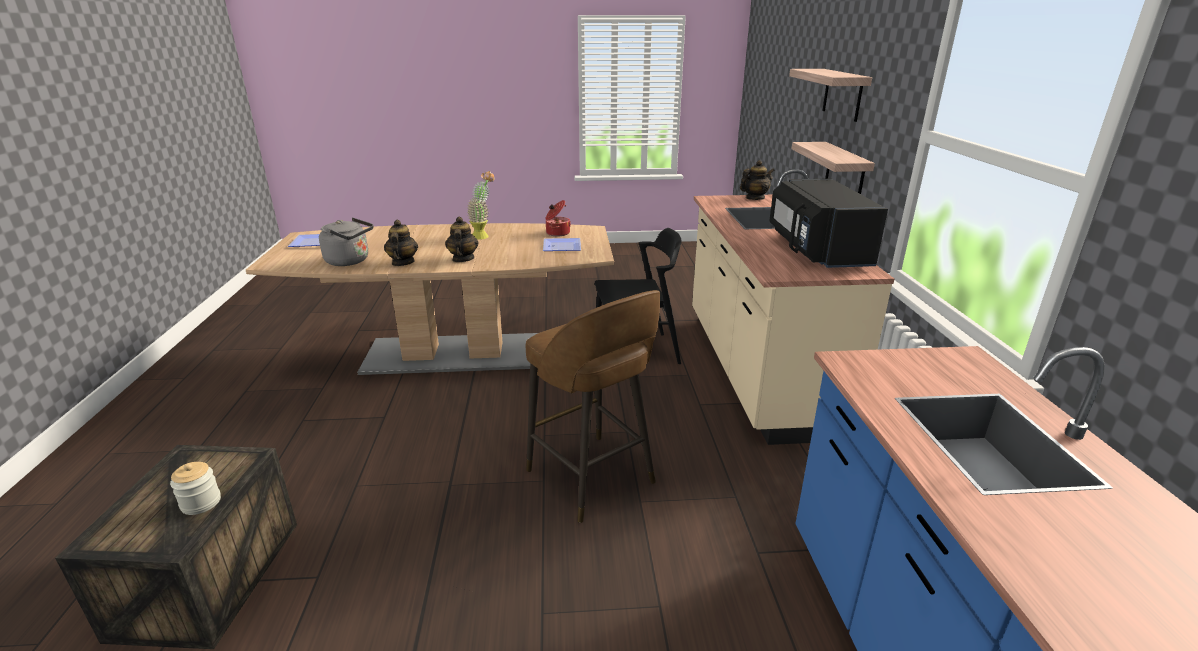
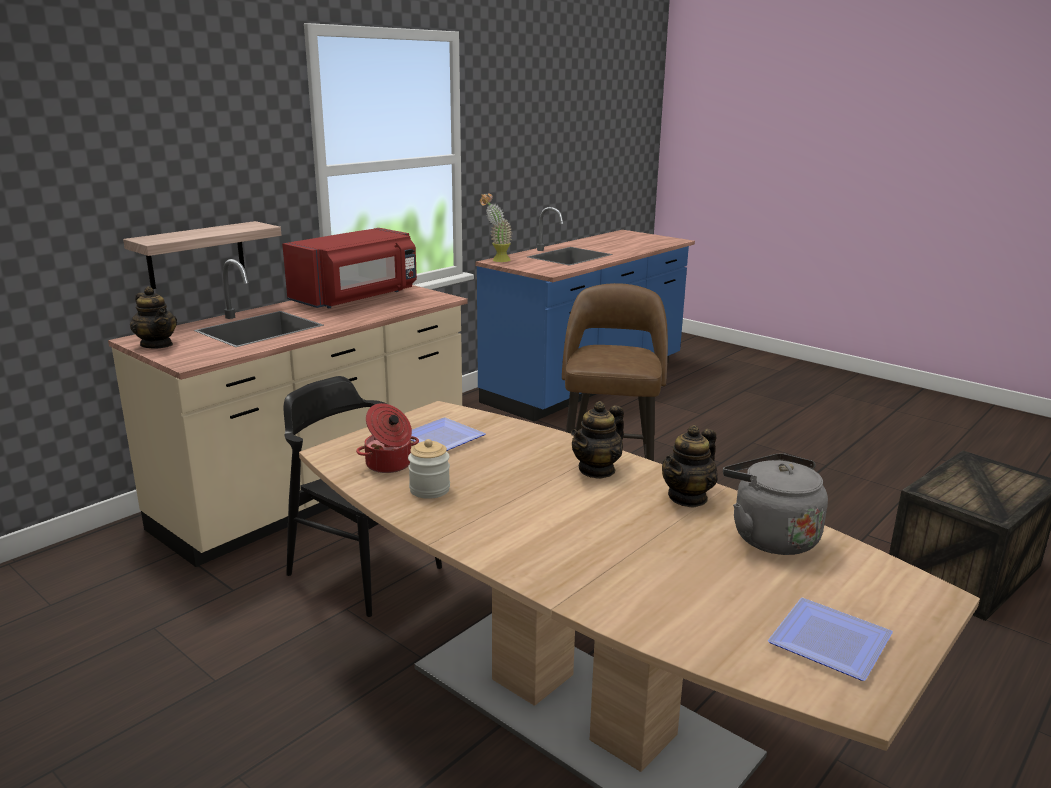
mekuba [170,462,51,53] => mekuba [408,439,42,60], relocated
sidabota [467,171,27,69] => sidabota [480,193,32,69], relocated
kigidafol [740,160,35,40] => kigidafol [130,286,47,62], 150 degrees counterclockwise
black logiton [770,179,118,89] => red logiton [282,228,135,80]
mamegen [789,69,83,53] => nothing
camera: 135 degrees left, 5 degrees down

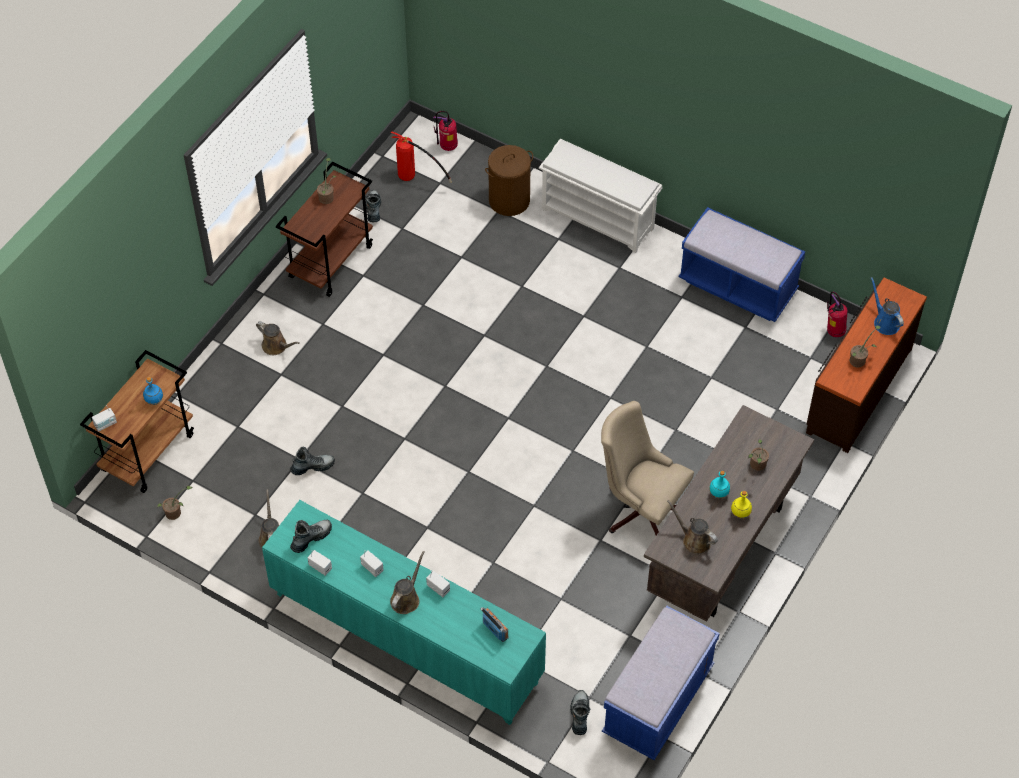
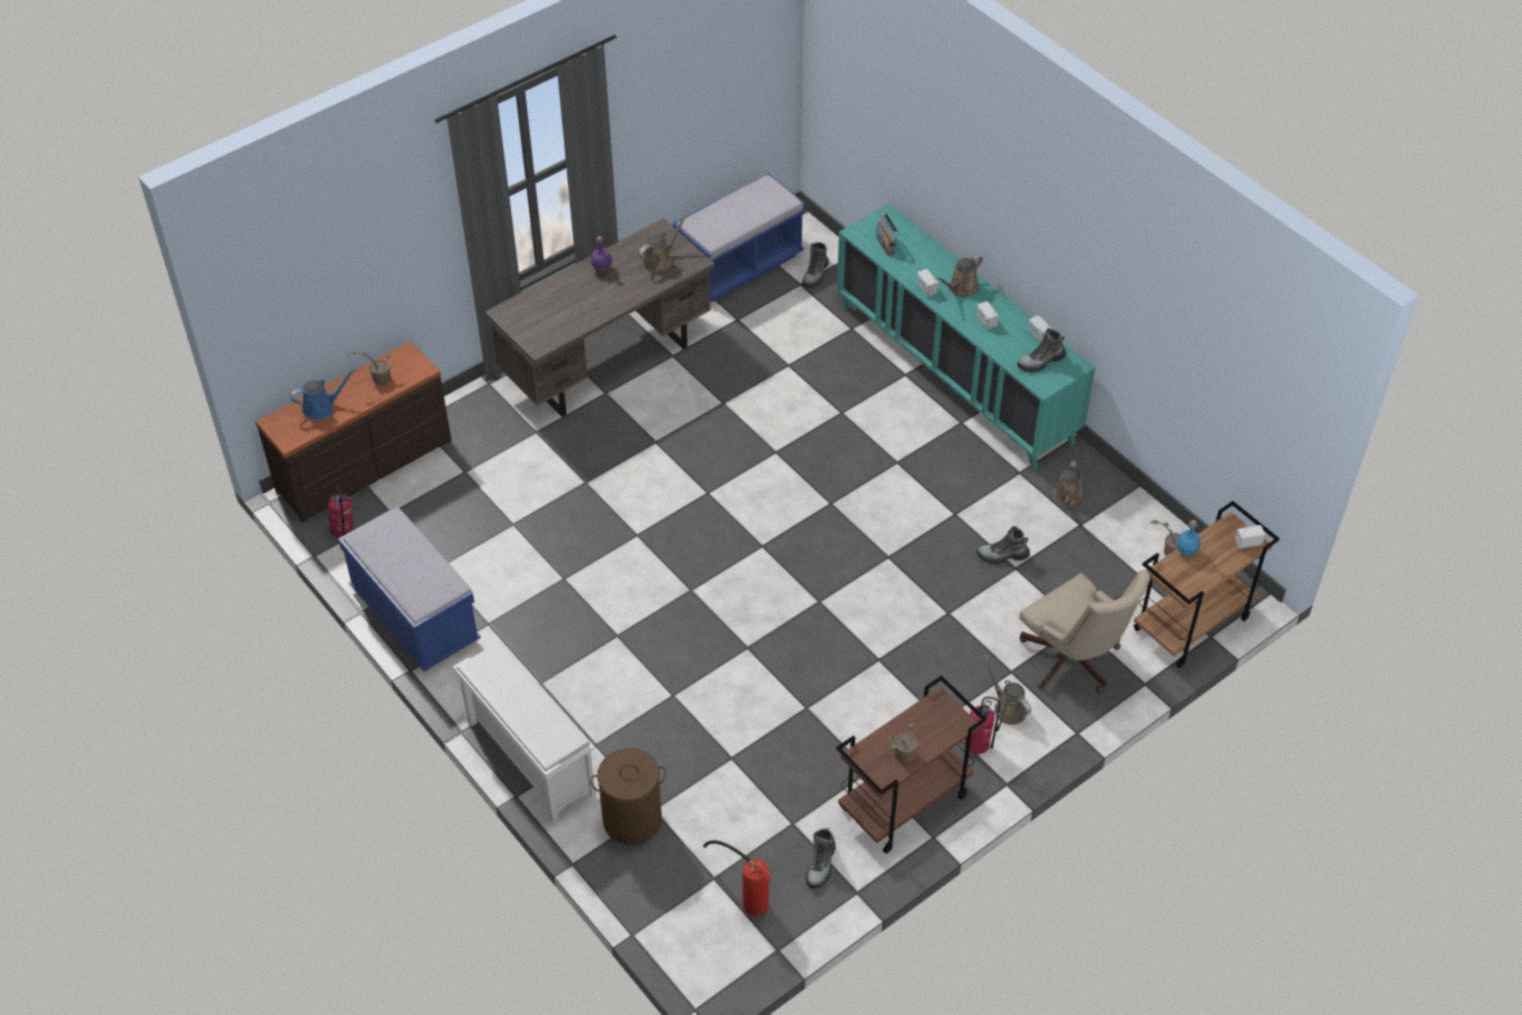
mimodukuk [433,111,25,40] => mimodukuk [964,697,39,57], relocated
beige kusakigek [601,401,93,134] => beige kusakigek [1020,570,130,123], relocated
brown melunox [667,500,51,54] => brown melunox [638,215,49,58], 105 degrees counterclockwise
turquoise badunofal [709,471,21,27] => nothing
yellow badunofal [731,491,21,28] => purple badunofal [591,236,21,37]
sidabota [748,439,21,32] => nothing
blue melunox [871,277,33,58] => blue melunox [290,369,66,51], 105 degrees counterclockwise
camera: 160 degrees left, 5 degrees down

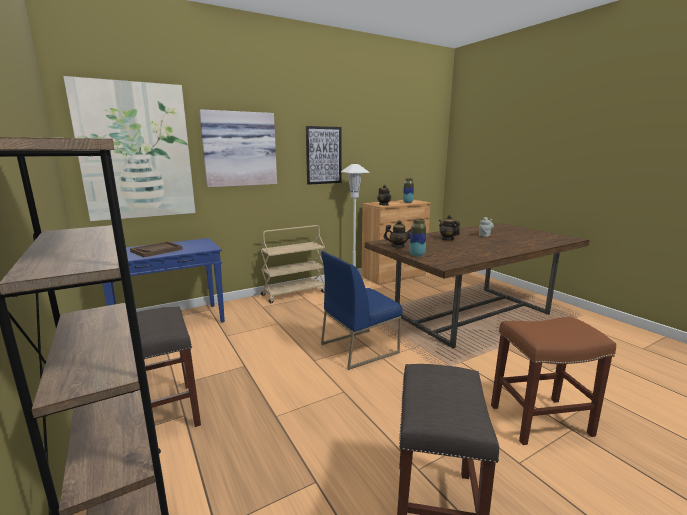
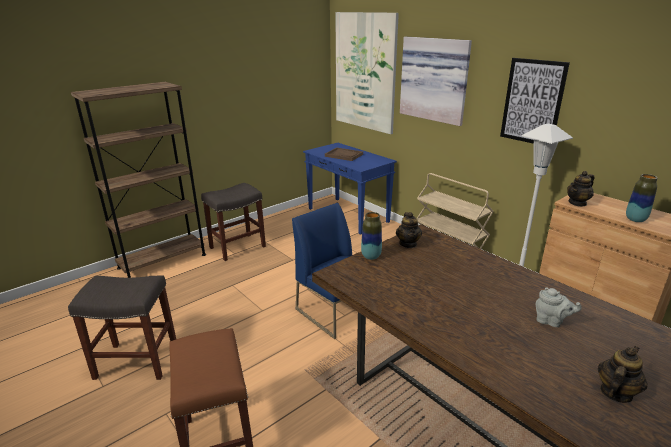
kigidafol [439,215,21,26] => kigidafol [598,346,50,57], relocated
camera: 80 degrees right, 10 degrees up

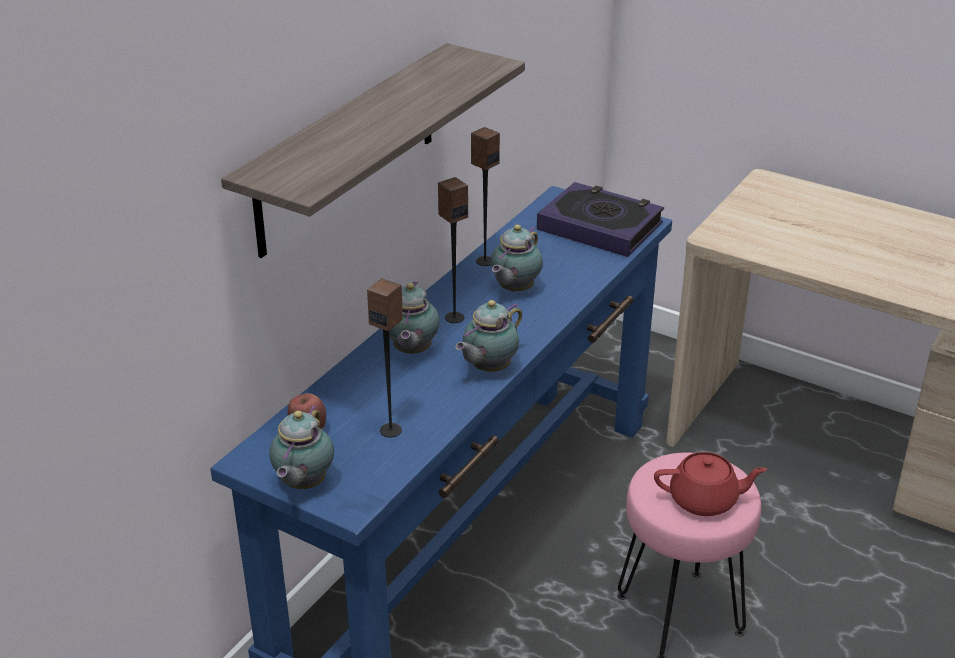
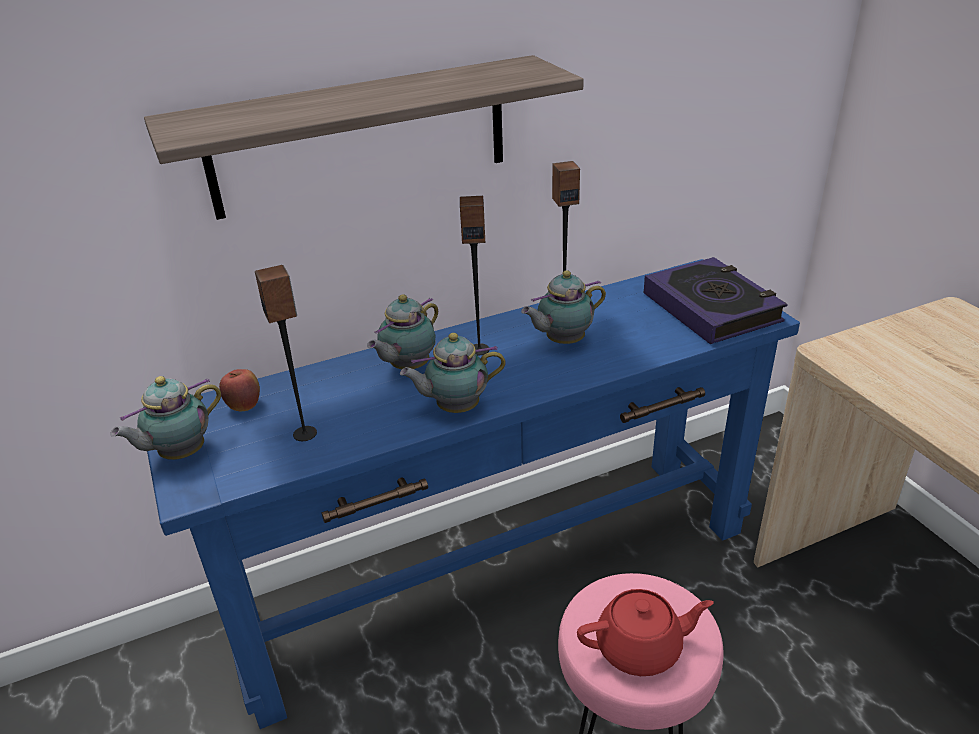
red kigidafol [654,452,113,64] => red kigidafol [577,589,137,87], 45 degrees counterclockwise
camera: 35 degrees right, 0 degrees up

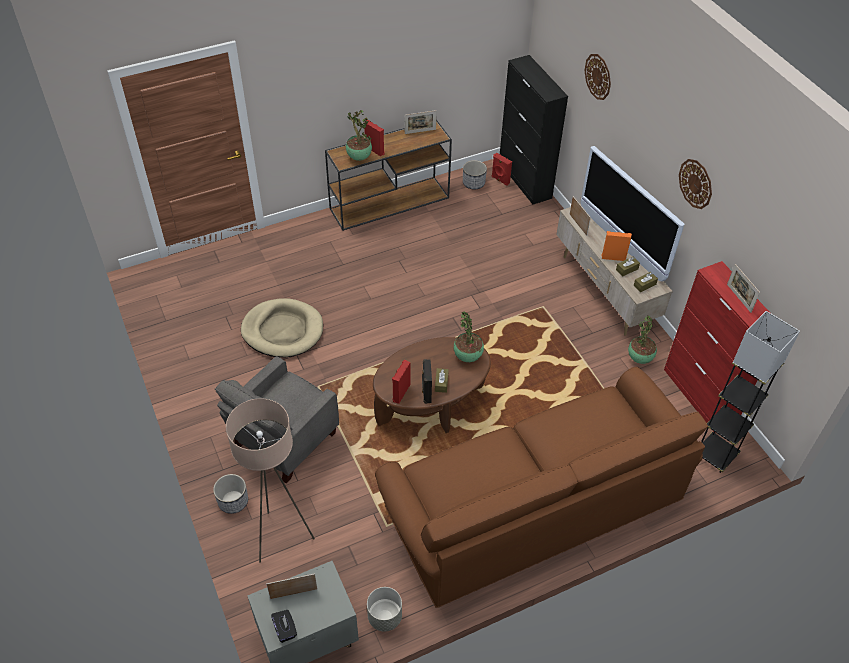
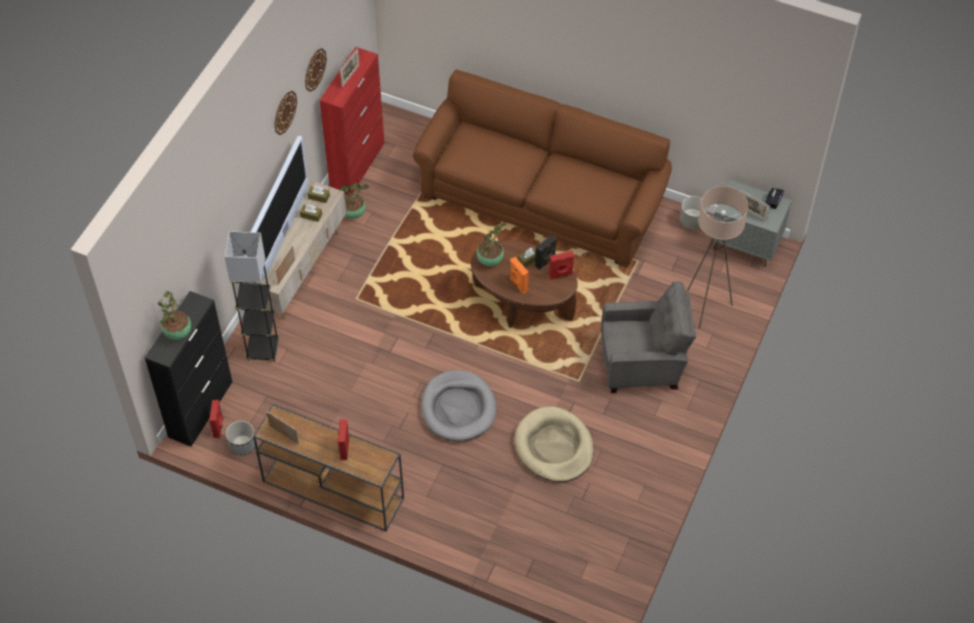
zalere [213,474,35,40] => nothing
sidabota [346,110,26,51] => sidabota [158,291,33,49], relocated
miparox [584,54,27,46] => miparox [305,48,22,44], relocated
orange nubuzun [602,231,30,30] => orange nubuzun [510,257,19,37], relocated
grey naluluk [701,311,99,162] => grey naluluk [225,231,54,131], relocated
nothing => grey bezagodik [421,370,75,71]
camera: 130 degrees left, 5 degrees up

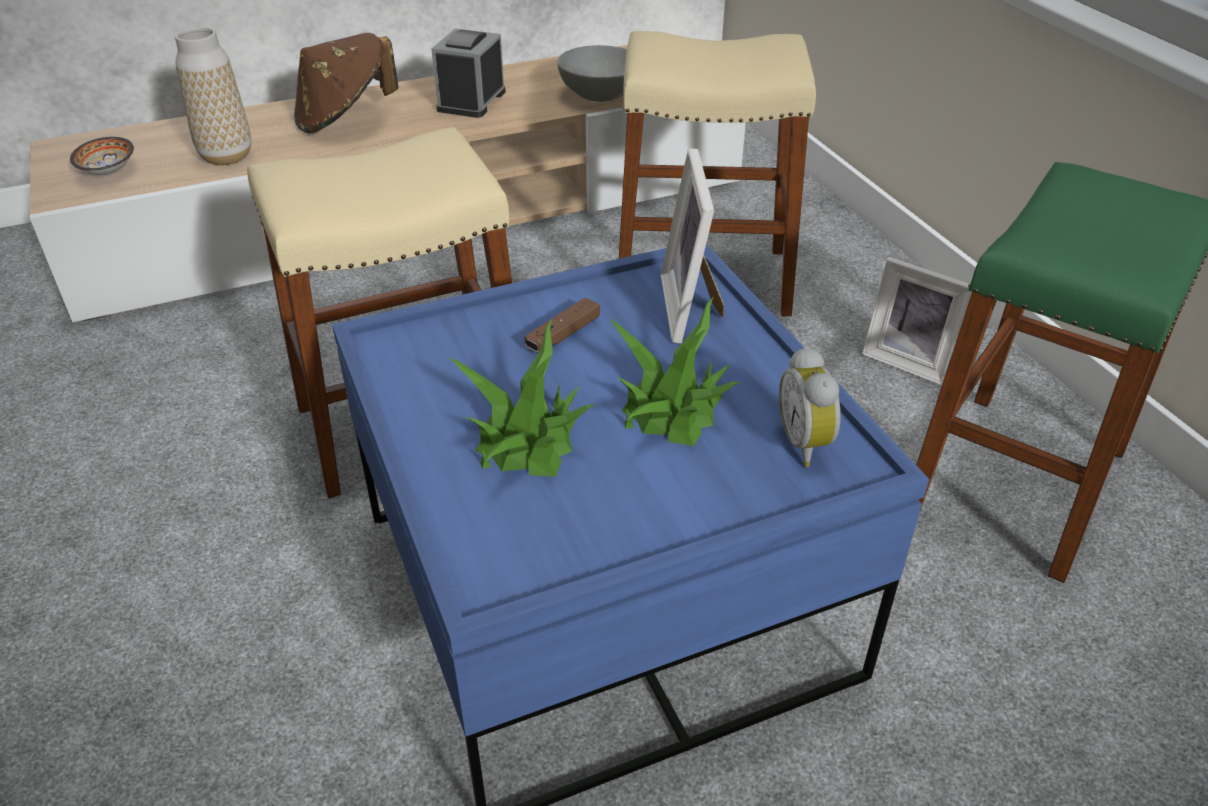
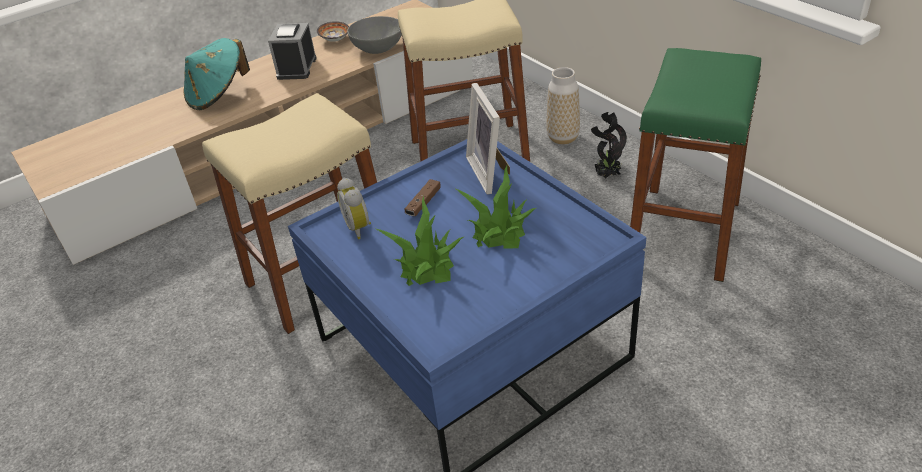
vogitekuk [70,137,64,38] => vogitekuk [317,21,32,21], relocated
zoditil [175,27,76,138] => zoditil [546,67,34,77], relocated
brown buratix [294,33,105,101] => turquoise buratix [184,38,66,72]
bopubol [779,346,62,121] => bopubol [337,178,34,61], relocated
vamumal [862,257,110,128] => sidabota [591,112,36,66]
camera: 10 degrees left, 0 degrees up

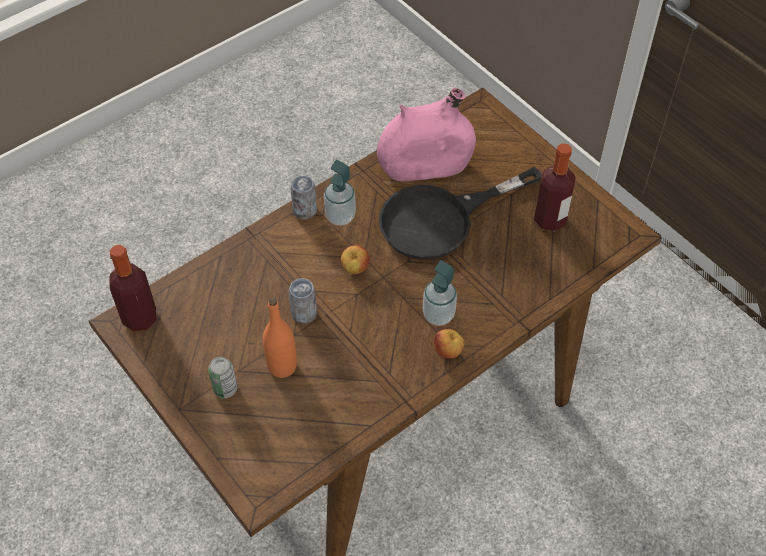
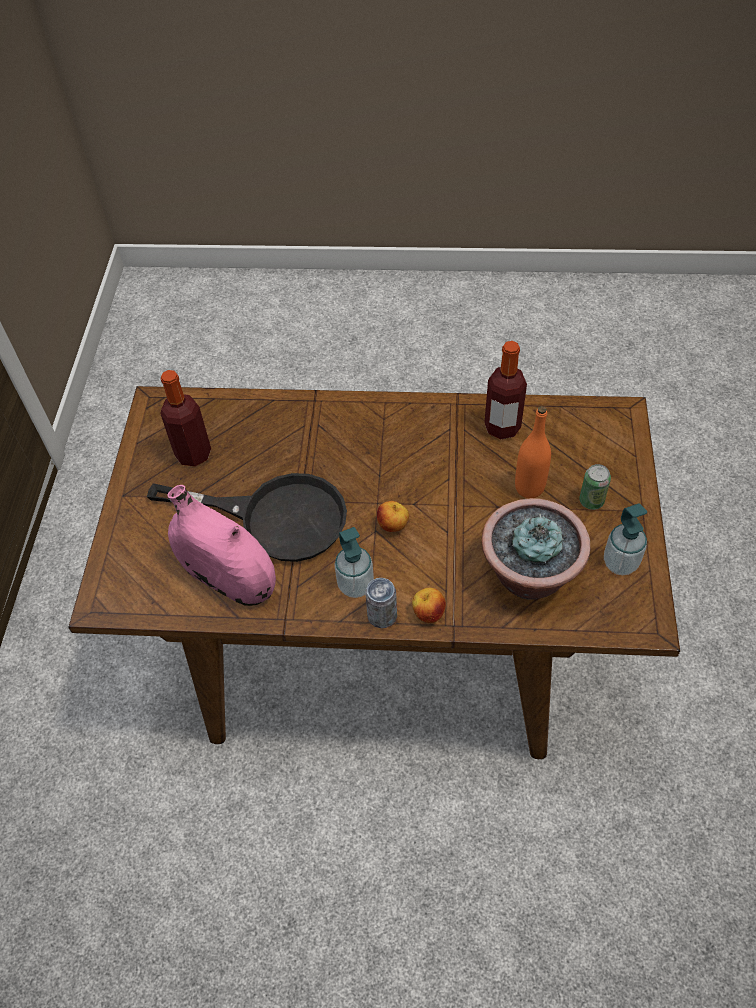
badunofal [109,245,48,87] => badunofal [484,341,43,98], relocated
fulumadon [289,278,28,46] => nothing
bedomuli [423,260,34,66] => bedomuli [604,503,43,72], relocated
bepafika [434,329,31,29] => bepafika [412,588,34,35], relocated
nothing => sidabota [482,498,108,102]
camera: 135 degrees left, 0 degrees up

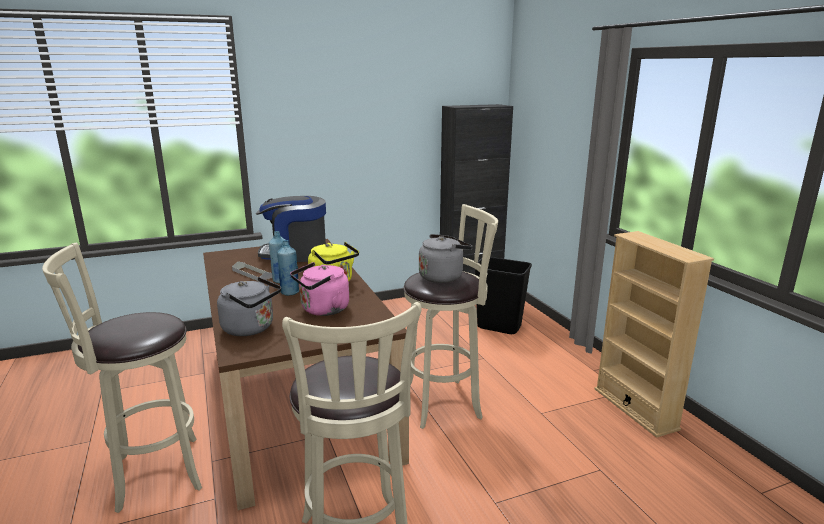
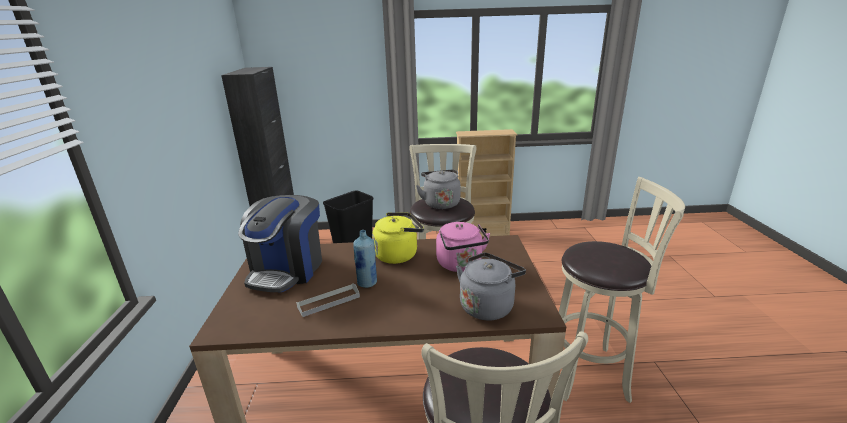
blue badunofal [277,240,22,56] => nothing
camera: 70 degrees left, 5 degrees up

